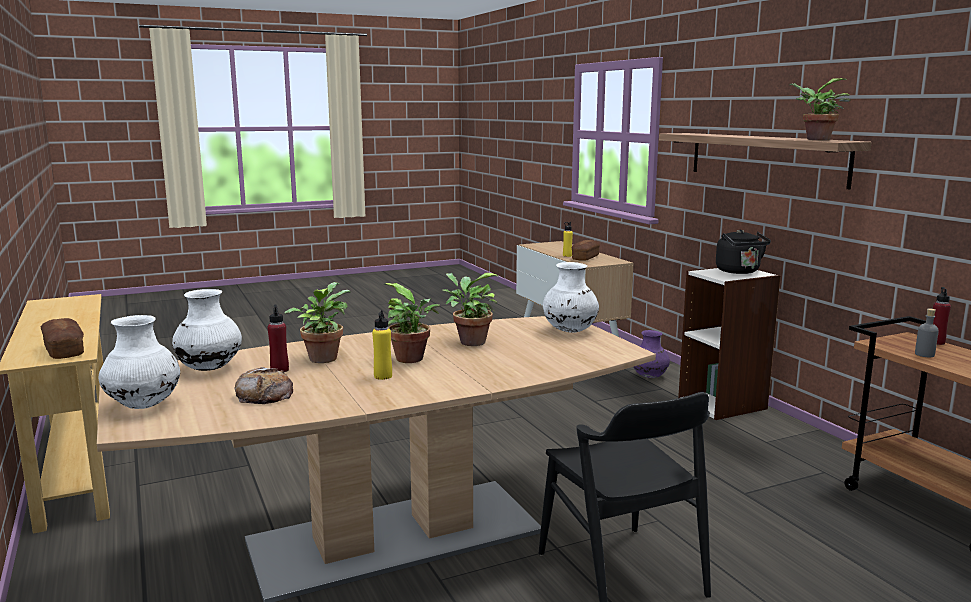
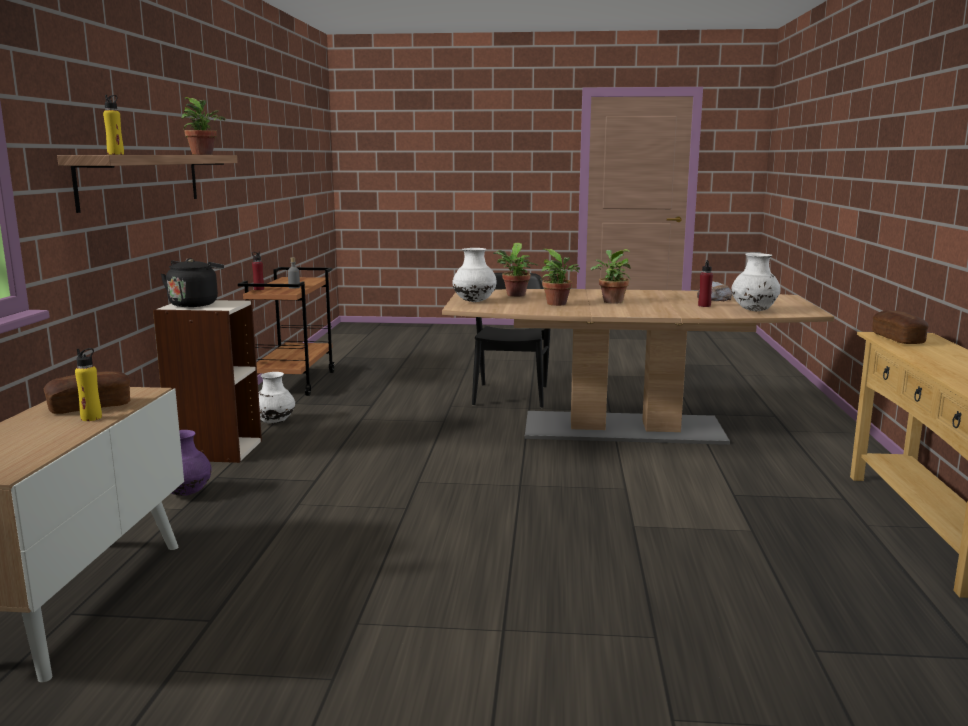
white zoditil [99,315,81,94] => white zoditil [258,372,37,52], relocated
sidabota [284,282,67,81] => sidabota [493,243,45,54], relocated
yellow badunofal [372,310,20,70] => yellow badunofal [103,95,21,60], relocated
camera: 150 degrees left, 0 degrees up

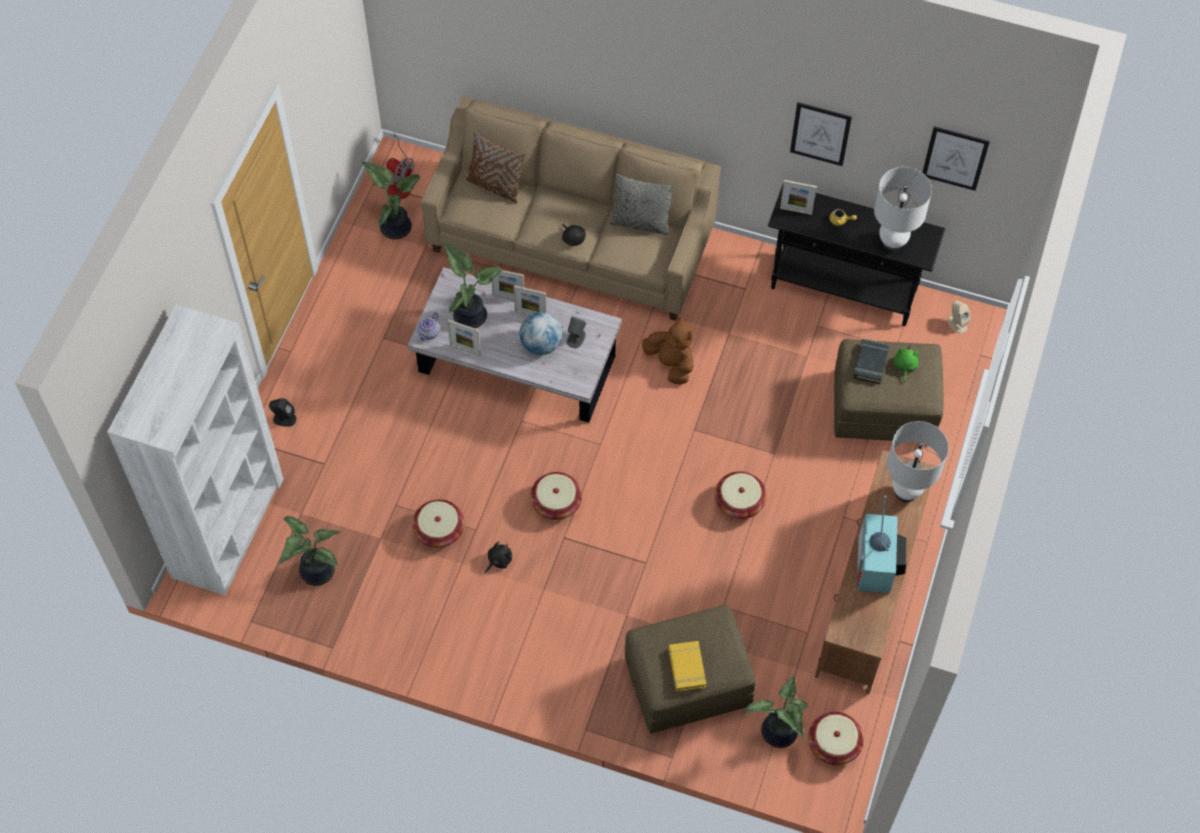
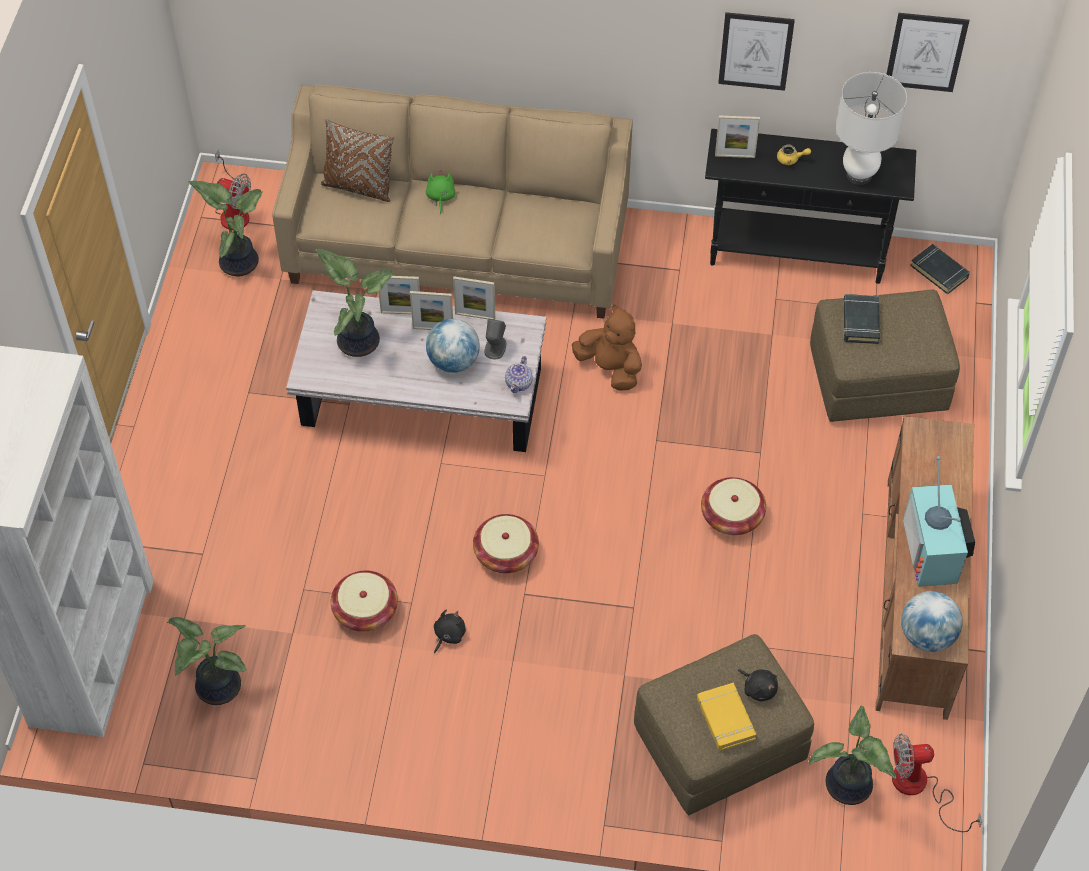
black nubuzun [269,398,27,29] => nothing
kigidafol [418,313,22,28] => kigidafol [505,356,28,37], relocated
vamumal [447,320,34,36] => vamumal [453,276,42,44], relocated
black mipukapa [562,224,24,22] => black mipukapa [738,669,40,33], relocated
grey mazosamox [609,174,66,61] => nothing
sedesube [808,711,56,54] => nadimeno [892,733,90,99]
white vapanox [887,421,62,81] => nothing
green mipukapa [894,345,25,36] => green mipukapa [426,170,29,43], relocated
beige nubuzun [947,301,24,32] => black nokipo [910,244,60,50]
nothing => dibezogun [901,591,62,61]
camera: 10 degrees left, 5 degrees down

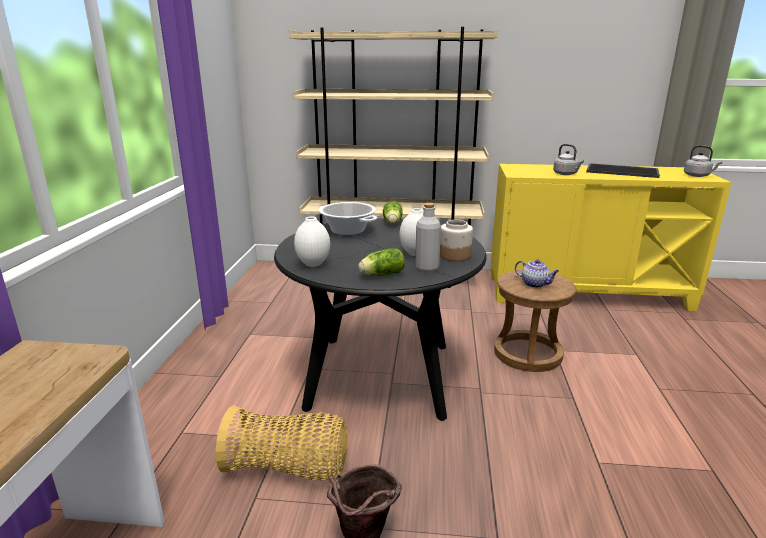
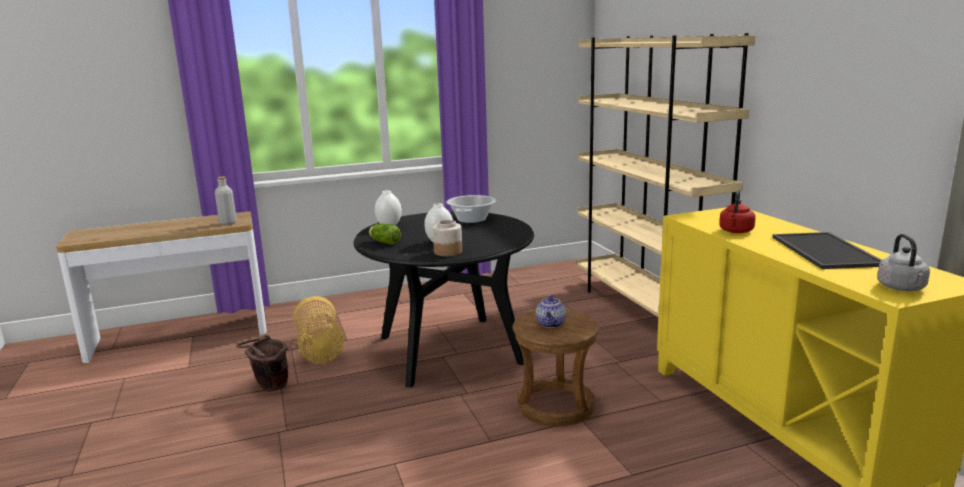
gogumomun [383,201,20,23] => nothing
grey badunofal [415,203,26,69] => grey badunofal [215,177,22,48], relocated
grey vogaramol [553,144,31,31] => red vogaramol [719,190,37,43]
camera: 65 degrees right, 5 degrees down

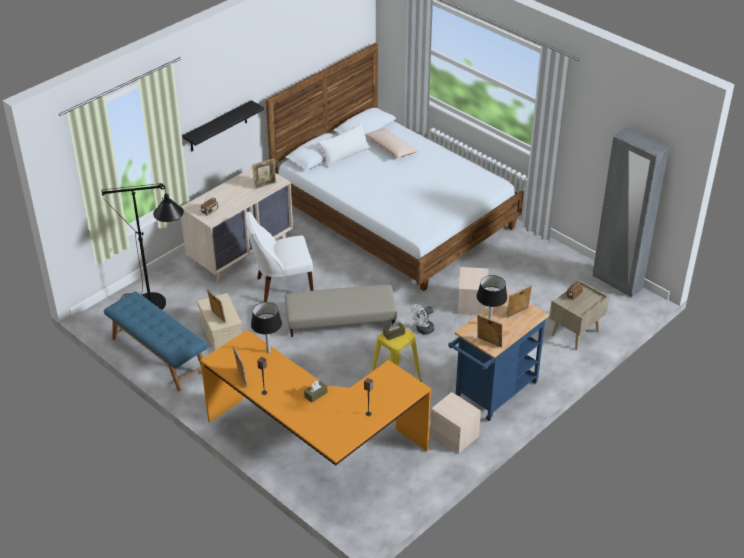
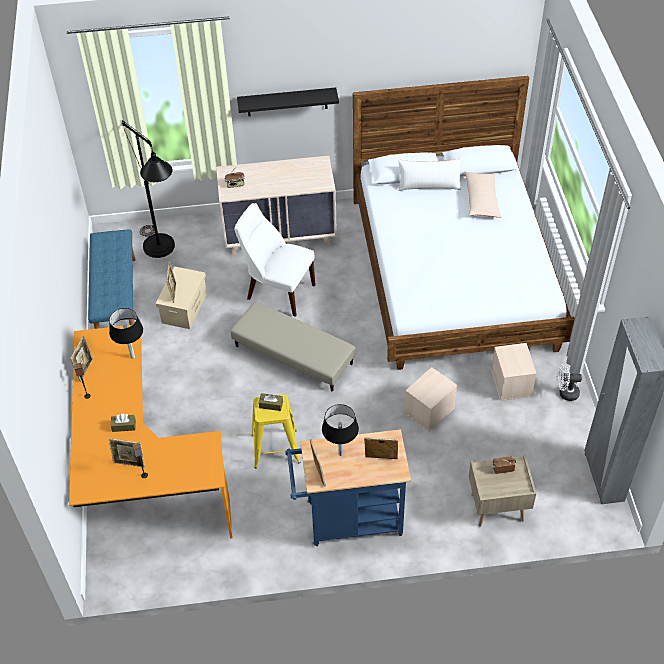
vamumal [252,159,24,30] => vamumal [109,438,36,30], relocated
white nadimeno [411,304,23,31] => white nadimeno [556,364,26,37], relocated
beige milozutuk [430,392,51,61] => beige milozutuk [491,343,46,58], relocated
camera: 40 degrees right, 10 degrees up

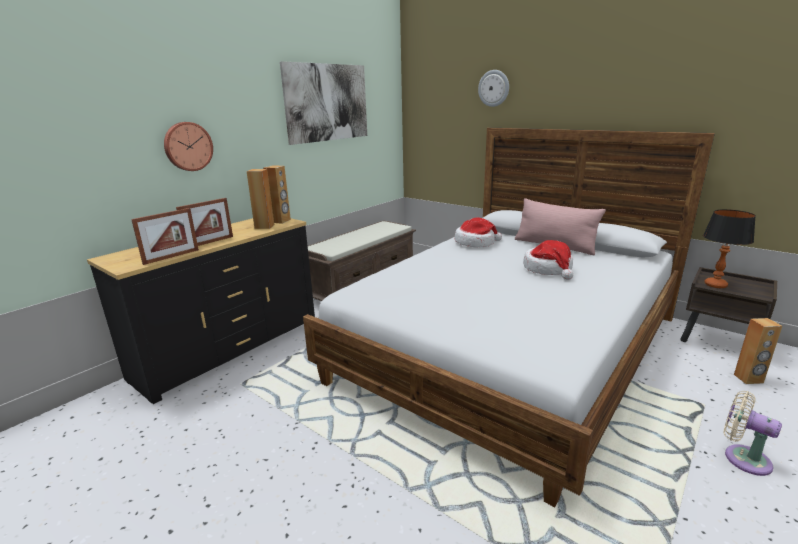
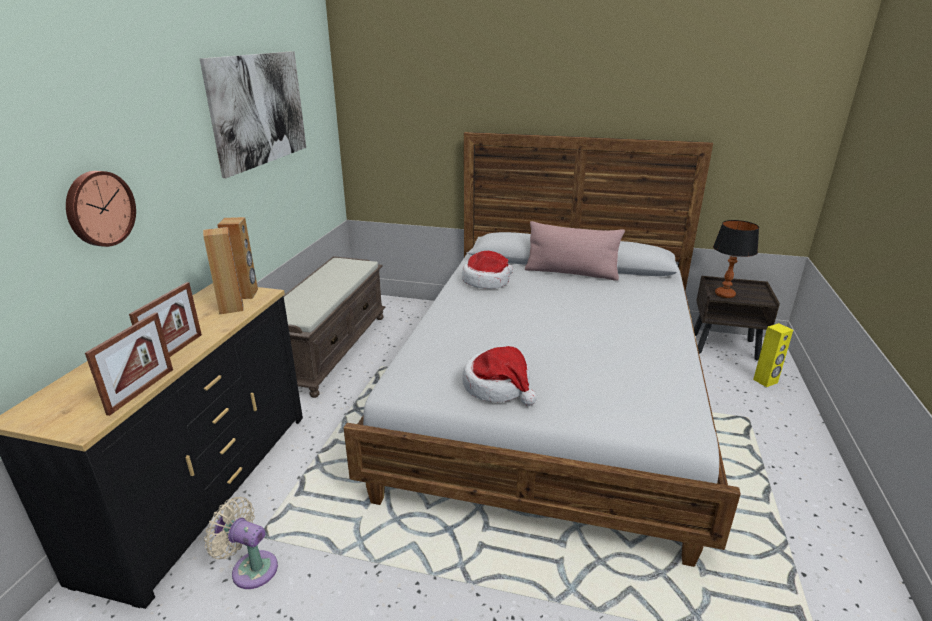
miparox [478,70,31,37] => nothing
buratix [523,240,50,40] => buratix [462,346,75,60], relocated
beige nadimeno [724,391,58,85] => beige nadimeno [204,497,74,92], relocated
brown nubuzun [734,318,48,66] => yellow nubuzun [753,323,40,64]
camera: 25 degrees left, 5 degrees up

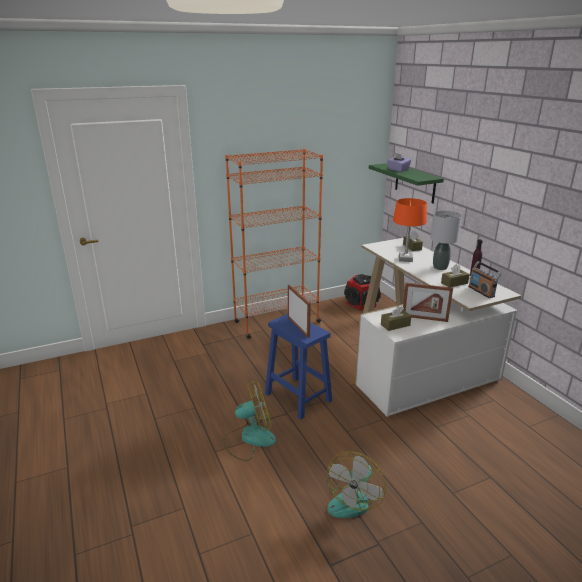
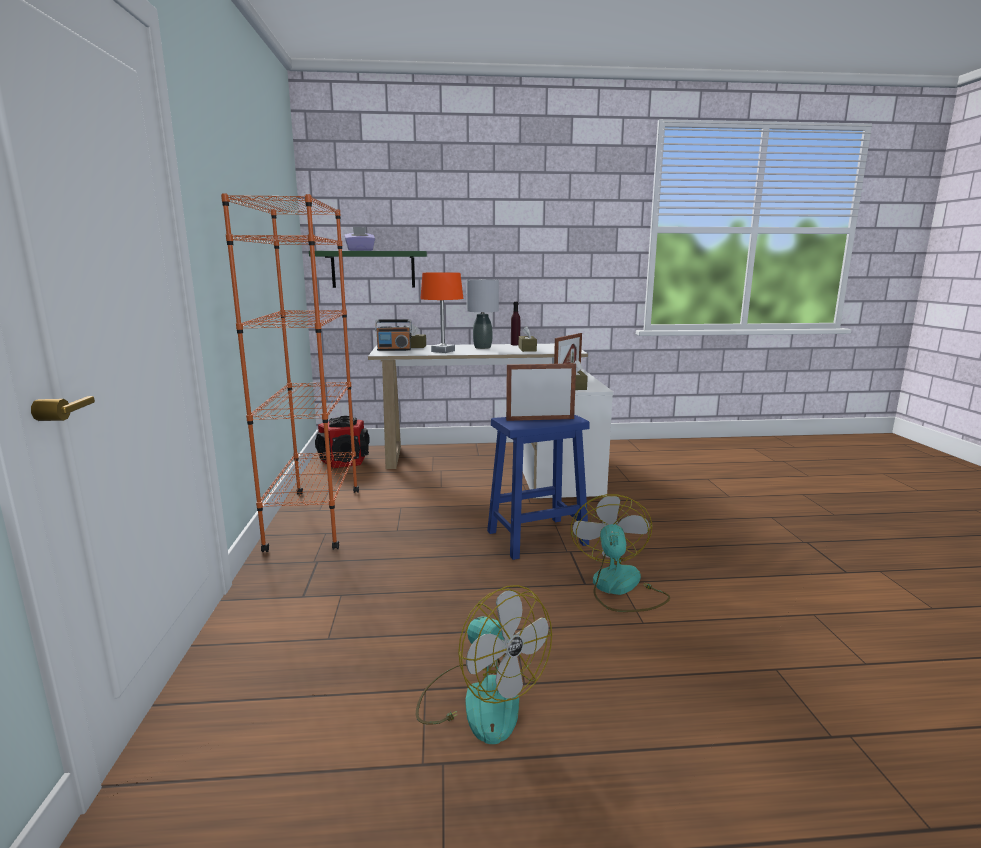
nadimeno [326,452,60,66] => nadimeno [416,585,136,159], relocated
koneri [468,261,34,37] => koneri [375,319,37,32], relocated
camera: 70 degrees left, 10 degrees down

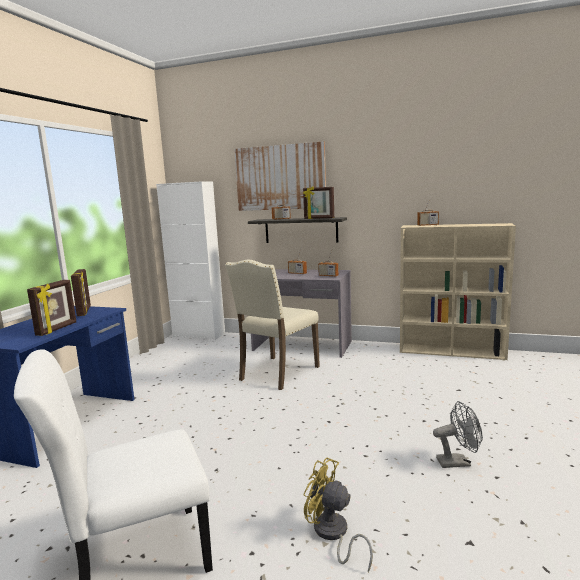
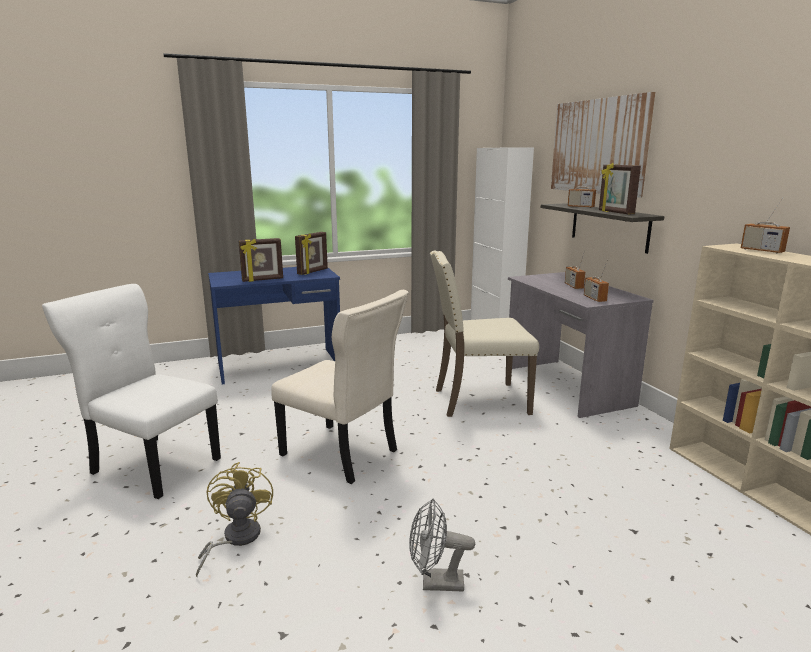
grey nadimeno [433,401,50,67] => grey nadimeno [409,499,66,93], 135 degrees clockwise
nothing => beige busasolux [271,290,138,194]
camera: 50 degrees right, 5 degrees up

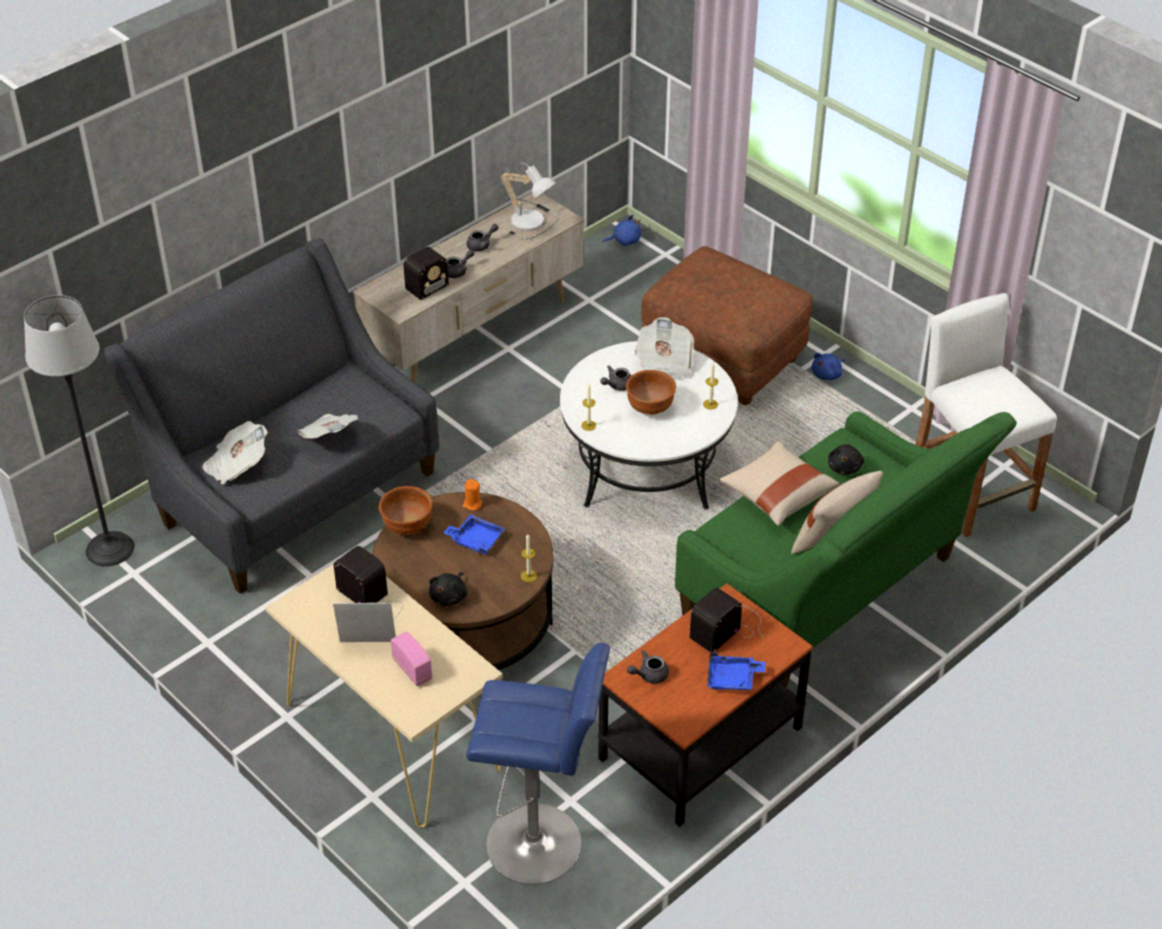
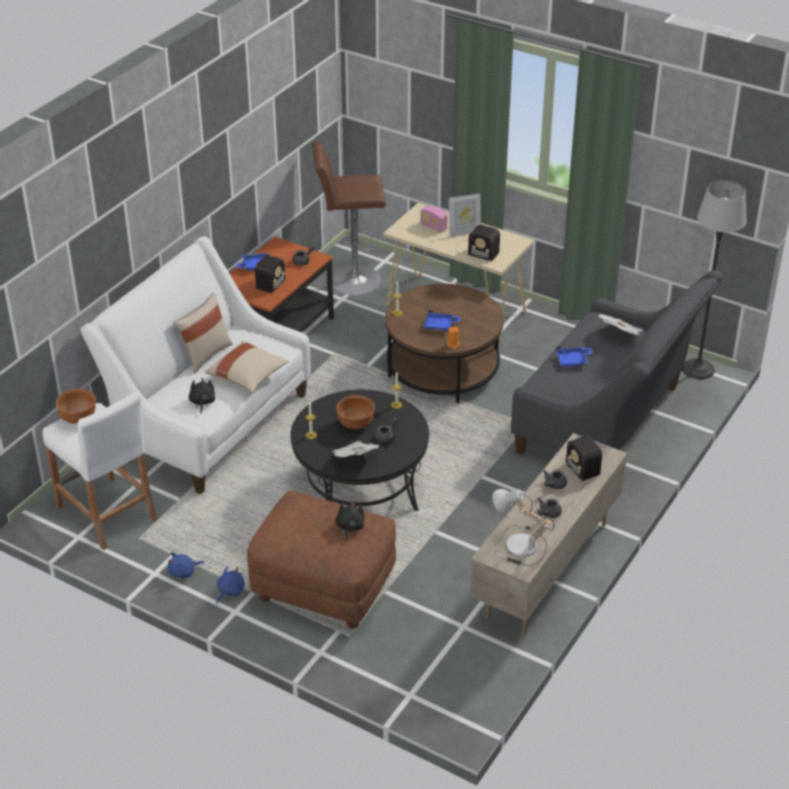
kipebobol [297,414,61,25] => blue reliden [556,346,36,21]
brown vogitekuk [379,486,54,49] => brown vogitekuk [55,389,41,35], relocated
koneri [385,247,64,61] => koneri [557,435,45,46], 60 degrees counterclockwise
black mipukapa [429,572,38,34] => black mipukapa [335,501,29,40], relocated
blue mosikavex [466,643,144,242] => brown mosikavex [312,141,74,154]
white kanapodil [560,341,178,169] => black kanapodil [290,390,139,121]
blue mipukapa [602,215,39,31] => blue mipukapa [168,552,36,26], relocated
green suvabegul [675,411,342,276] => white suvabegul [80,236,231,258]
camera: 165 degrees right, 5 degrees down

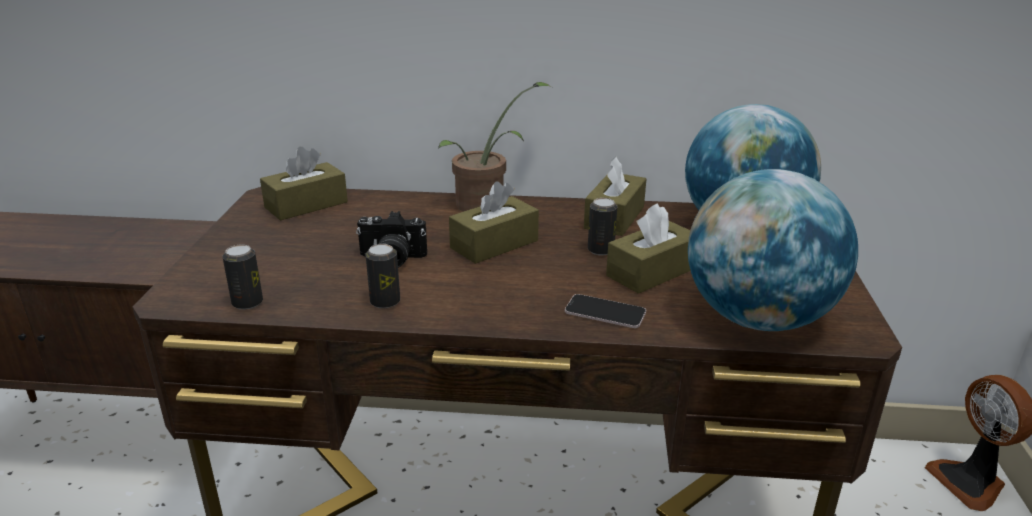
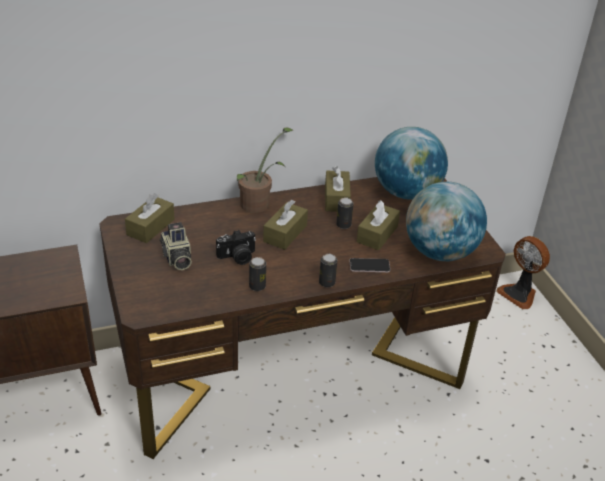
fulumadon [223,244,40,66] => fulumadon [319,254,18,33], relocated
nothing => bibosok [160,222,32,48]
camera: 25 degrees left, 10 degrees up

